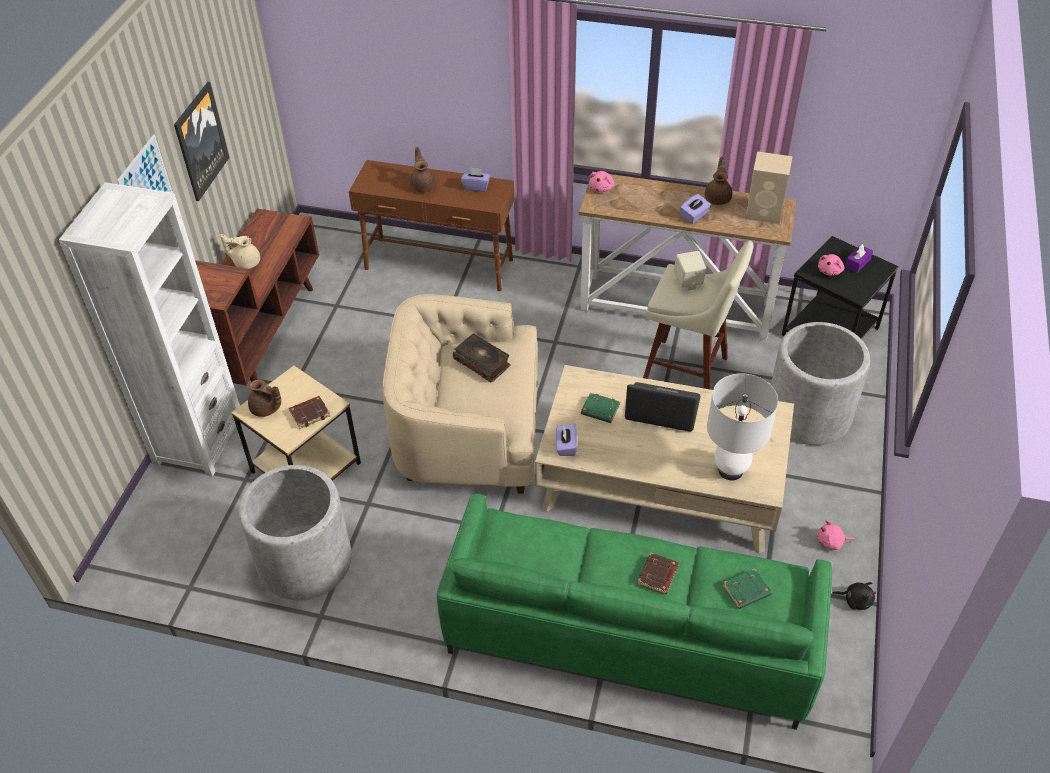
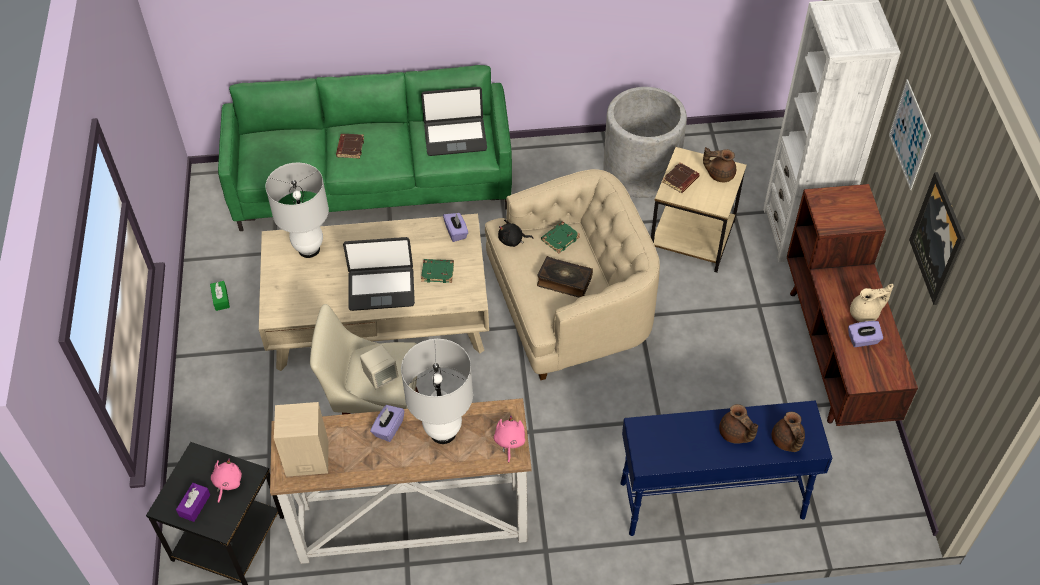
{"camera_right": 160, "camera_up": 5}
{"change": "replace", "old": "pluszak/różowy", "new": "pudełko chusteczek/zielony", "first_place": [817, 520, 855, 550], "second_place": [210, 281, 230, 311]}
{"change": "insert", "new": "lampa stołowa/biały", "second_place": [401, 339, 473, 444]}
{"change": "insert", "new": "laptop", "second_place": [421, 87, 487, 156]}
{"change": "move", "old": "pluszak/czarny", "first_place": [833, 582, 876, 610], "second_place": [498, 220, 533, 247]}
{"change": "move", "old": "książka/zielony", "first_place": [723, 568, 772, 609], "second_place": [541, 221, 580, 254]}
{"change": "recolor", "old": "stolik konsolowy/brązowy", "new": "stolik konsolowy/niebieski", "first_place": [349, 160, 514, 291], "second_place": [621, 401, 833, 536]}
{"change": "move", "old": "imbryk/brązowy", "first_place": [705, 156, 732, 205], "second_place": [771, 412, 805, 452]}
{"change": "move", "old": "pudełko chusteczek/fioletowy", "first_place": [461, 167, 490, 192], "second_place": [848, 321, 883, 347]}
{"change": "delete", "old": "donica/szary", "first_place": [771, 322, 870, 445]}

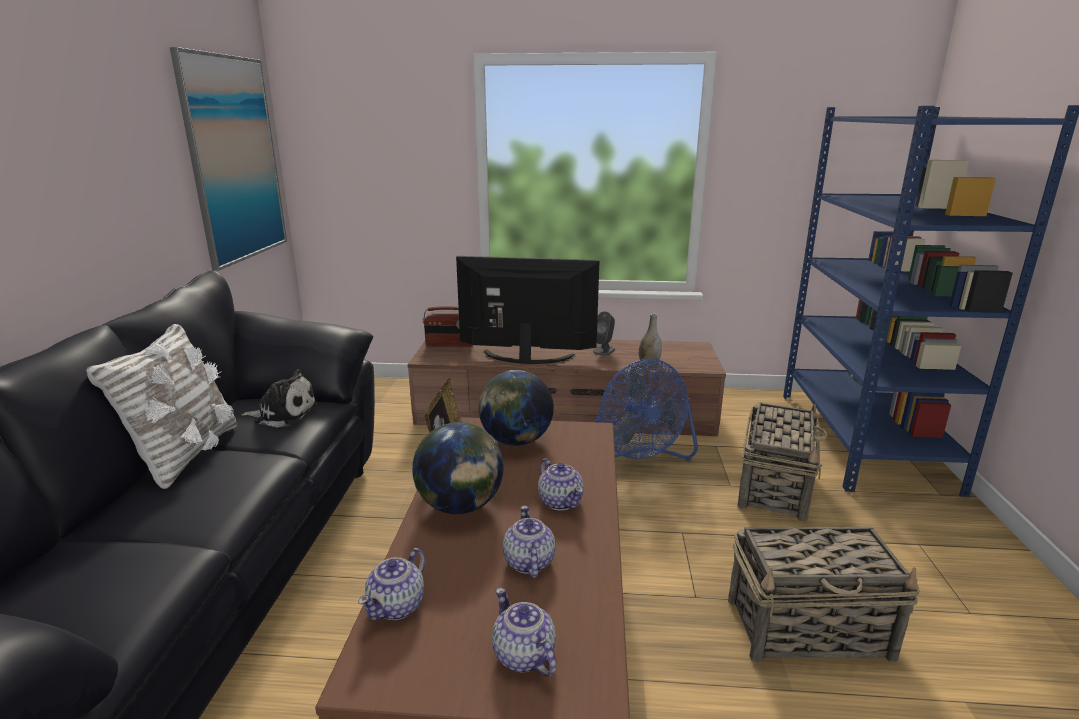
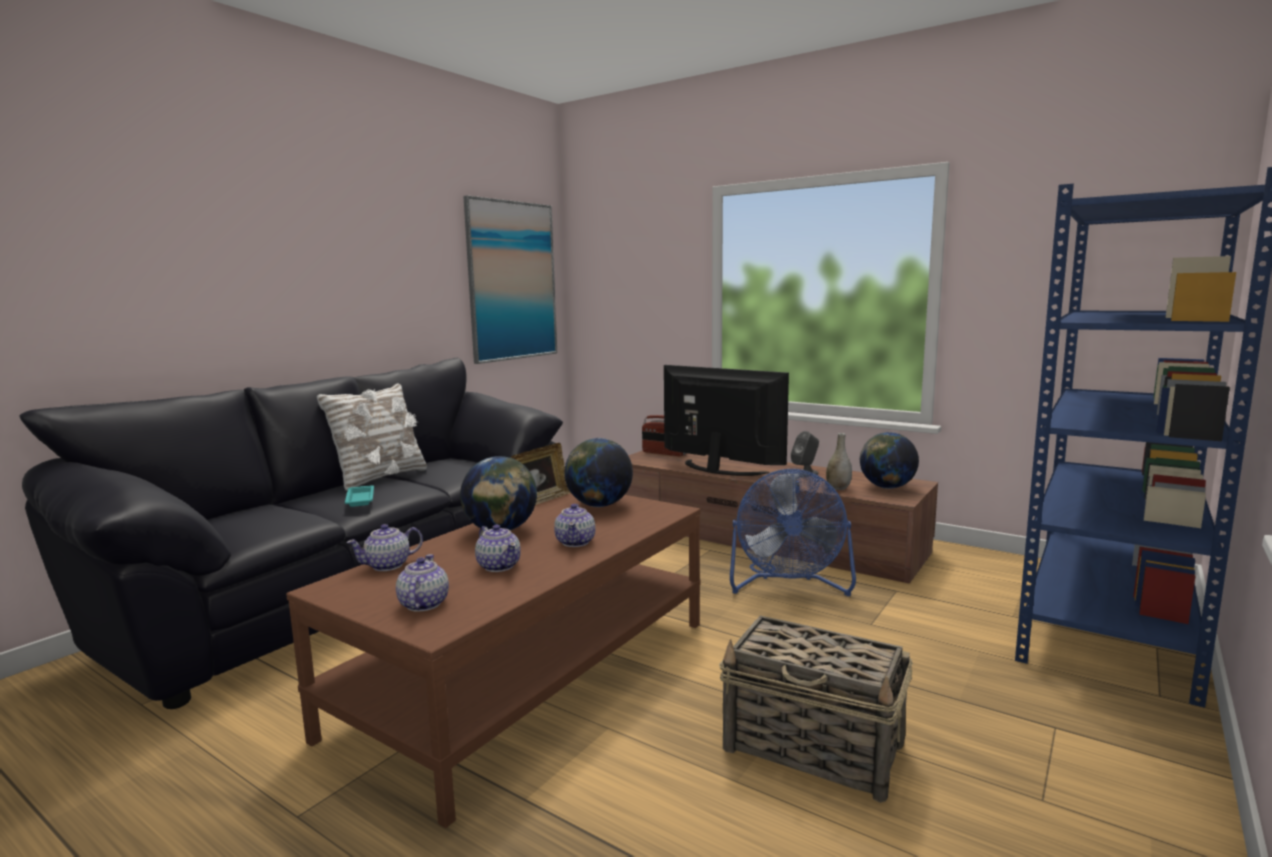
{"camera_right": 30, "camera_up": -10}
{"change": "insert", "new": "taca/turkusowy", "second_place": [345, 485, 374, 507]}
{"change": "rotate", "old": "imbryk", "first_place": [503, 506, 555, 578], "second_place": [475, 525, 521, 572], "degrees": 120}
{"change": "insert", "new": "globus", "second_place": [860, 432, 919, 489]}
{"change": "delete", "old": "pluszak", "first_place": [241, 369, 318, 428]}
{"change": "delete", "old": "koszyk", "first_place": [737, 402, 828, 522]}

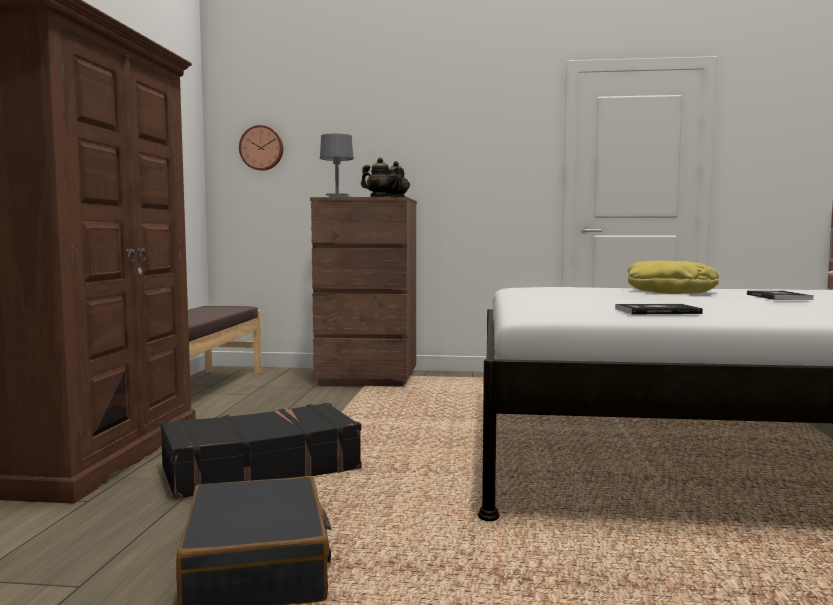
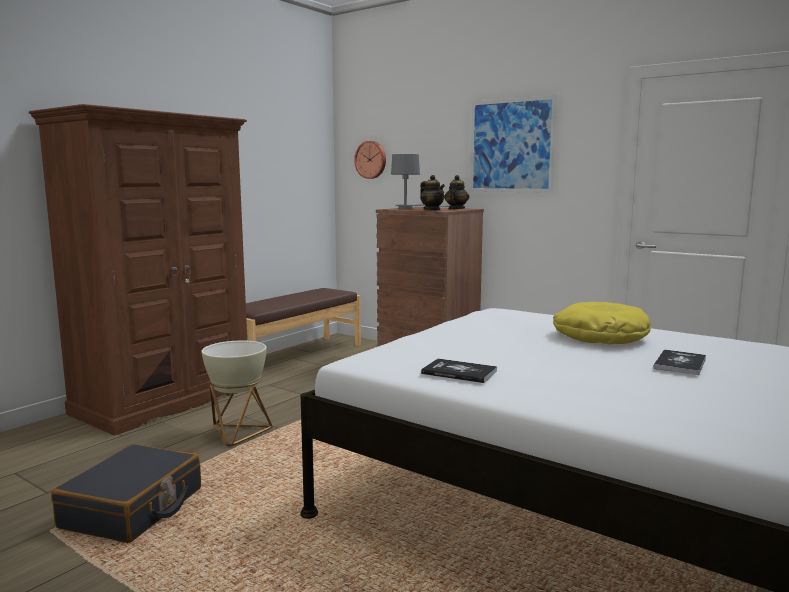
{"camera_right": 30, "camera_up": 5}
{"change": "replace", "old": "walizka/czarny", "new": "donica", "first_place": [161, 403, 362, 499], "second_place": [202, 340, 273, 446]}
{"change": "insert", "new": "obraz", "second_place": [470, 95, 557, 193]}

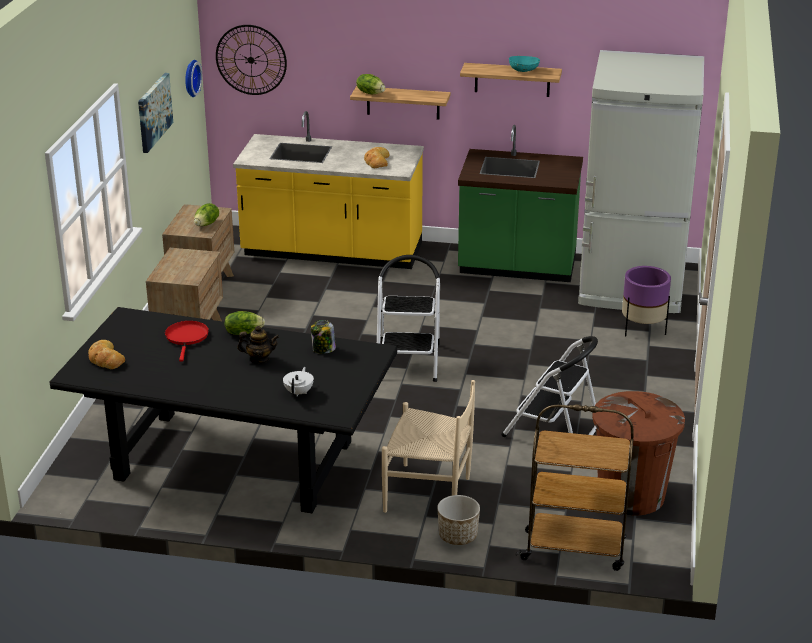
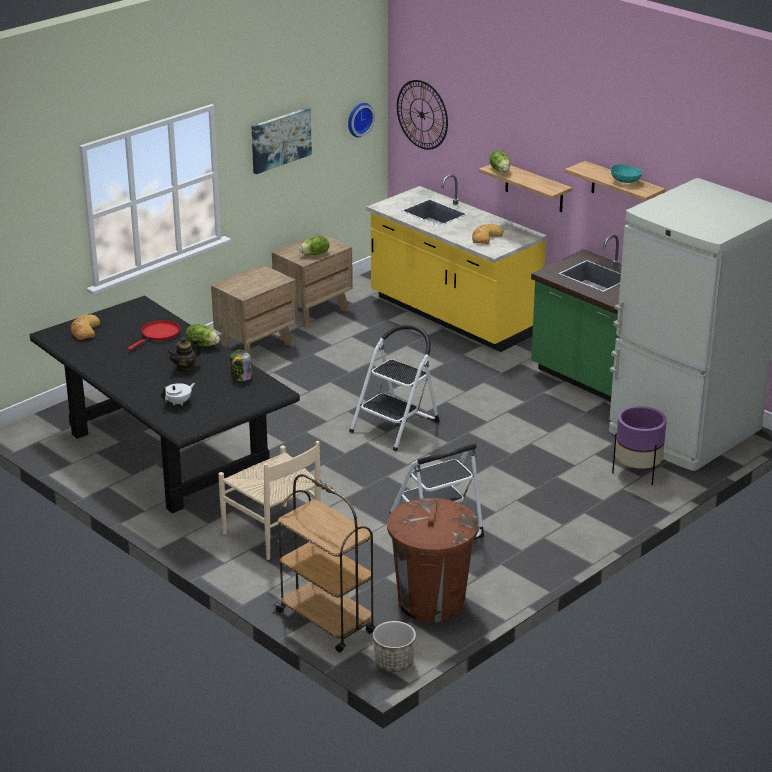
{"camera_right": 35, "camera_up": 0}
{"change": "rotate", "old": "imbryk", "first_place": [237, 326, 279, 364], "second_place": [167, 337, 201, 373], "degrees": 105}
{"change": "move", "old": "donica", "first_place": [437, 495, 480, 545], "second_place": [373, 621, 416, 672]}

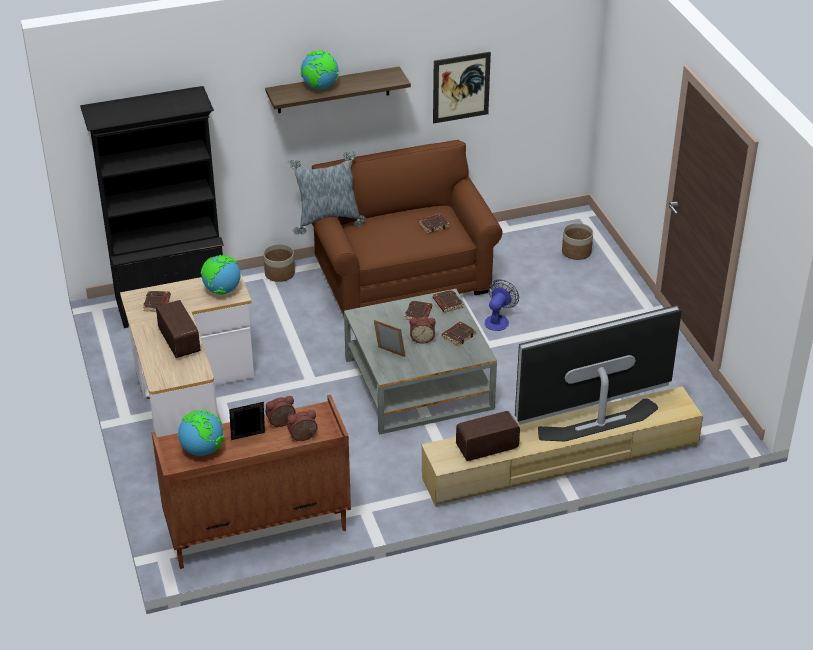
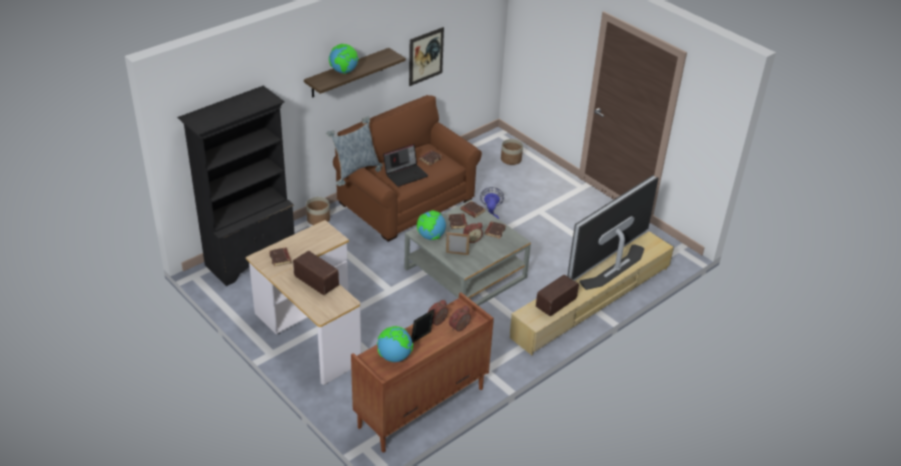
{"camera_right": -25, "camera_up": 0}
{"change": "insert", "new": "laptop", "second_place": [383, 144, 428, 187]}
{"change": "move", "old": "globus", "first_place": [201, 255, 241, 295], "second_place": [417, 211, 446, 240]}

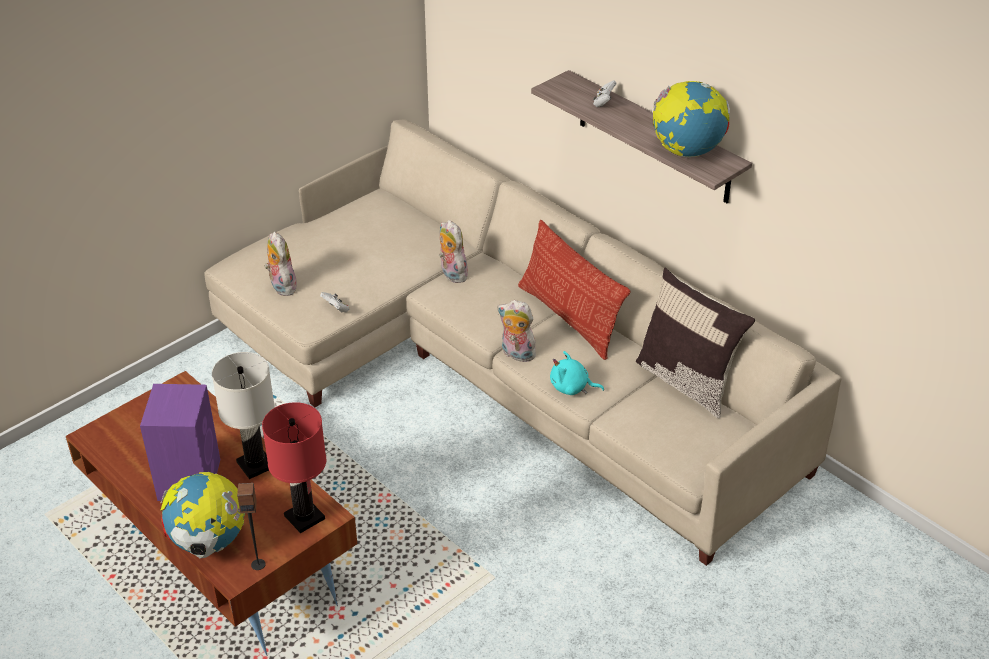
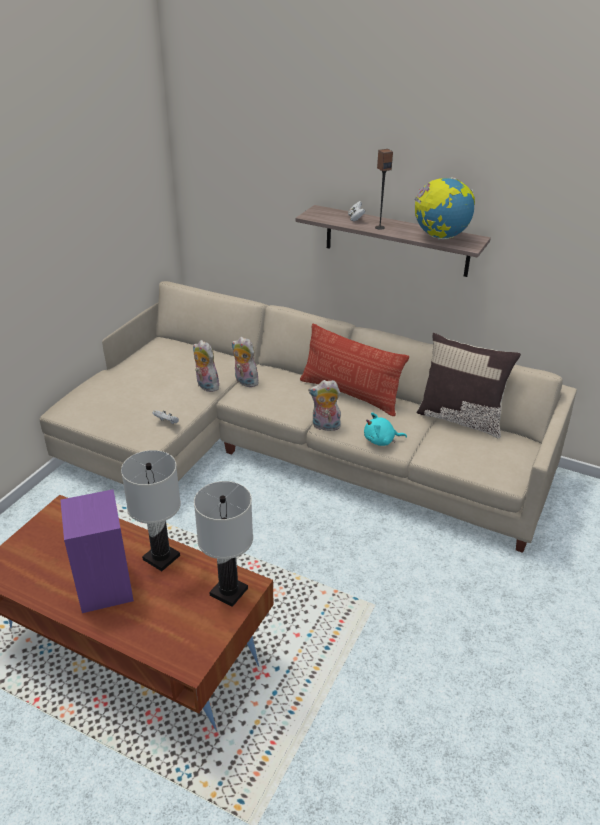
{"camera_right": -20, "camera_up": -5}
{"change": "move", "old": "pluszak", "first_place": [264, 232, 297, 296], "second_place": [193, 340, 220, 392]}
{"change": "recolor", "old": "lampa stołowa/czerwony", "new": "lampa stołowa/biały", "first_place": [262, 402, 326, 533], "second_place": [194, 481, 253, 607]}
{"change": "move", "old": "głośnik", "first_place": [237, 483, 266, 570], "second_place": [375, 149, 393, 230]}
{"change": "delete", "old": "globus", "first_place": [160, 472, 245, 559]}

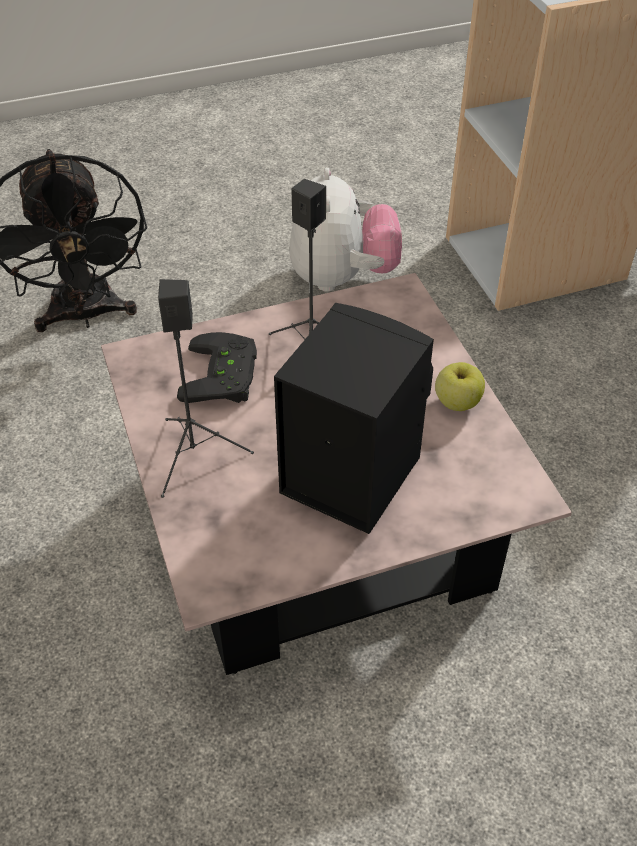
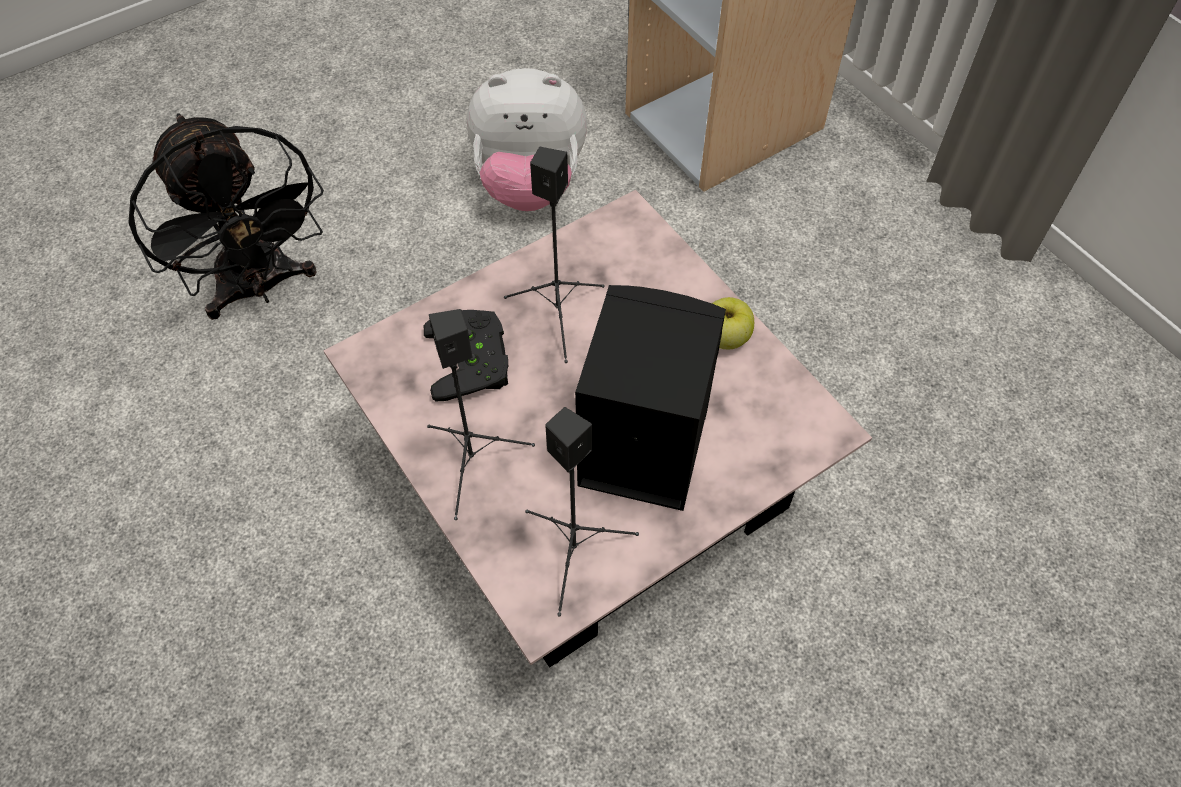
{"camera_right": -15, "camera_up": 10}
{"change": "rotate", "old": "pluszak", "first_place": [289, 168, 402, 292], "second_place": [467, 68, 587, 211], "degrees": 105}
{"change": "insert", "new": "głośnik/czarny", "second_place": [525, 407, 639, 616]}

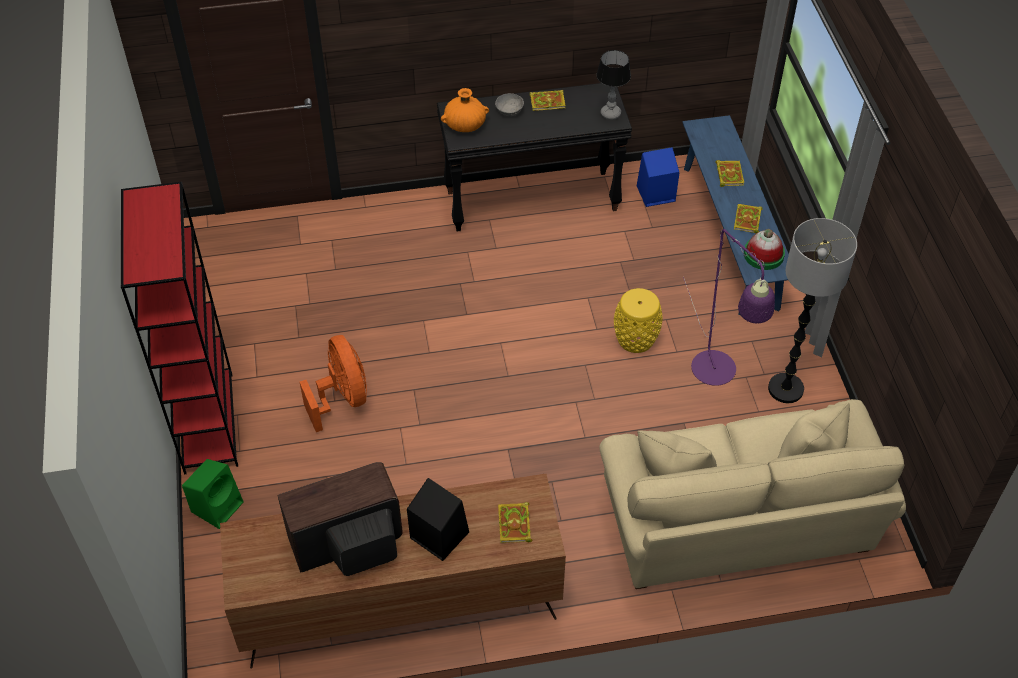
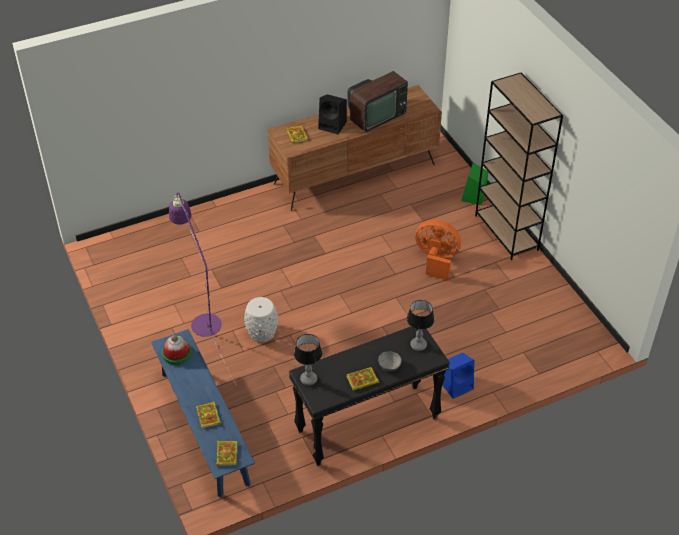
{"camera_right": 165, "camera_up": -5}
{"change": "move", "old": "książka", "first_place": [734, 204, 763, 234], "second_place": [216, 441, 237, 466]}
{"change": "recolor", "old": "stołek/żółty", "new": "stołek/biały", "first_place": [614, 288, 663, 353], "second_place": [244, 297, 278, 342]}
{"change": "replace", "old": "wazon/pomarańczowy", "new": "lampa stołowa", "first_place": [441, 88, 489, 132], "second_place": [407, 300, 434, 351]}
{"change": "rotate", "old": "wentylator/pomarańczowy", "first_place": [300, 335, 367, 432], "second_place": [415, 220, 461, 281], "degrees": 150}
{"change": "move", "old": "głośnik/niebieski", "first_place": [637, 147, 679, 207], "second_place": [442, 352, 474, 399]}
{"change": "recolor", "old": "regał/czerwony", "new": "regał/beżowy", "first_place": [121, 182, 238, 474], "second_place": [475, 73, 563, 260]}
{"change": "delete", "old": "kanapa/beżowy", "first_place": [599, 399, 906, 589]}
{"change": "delete", "old": "lampa stojąca", "first_place": [768, 218, 857, 403]}

